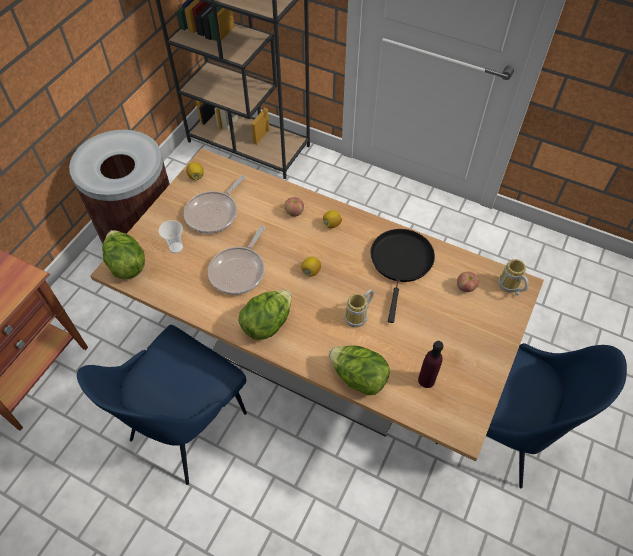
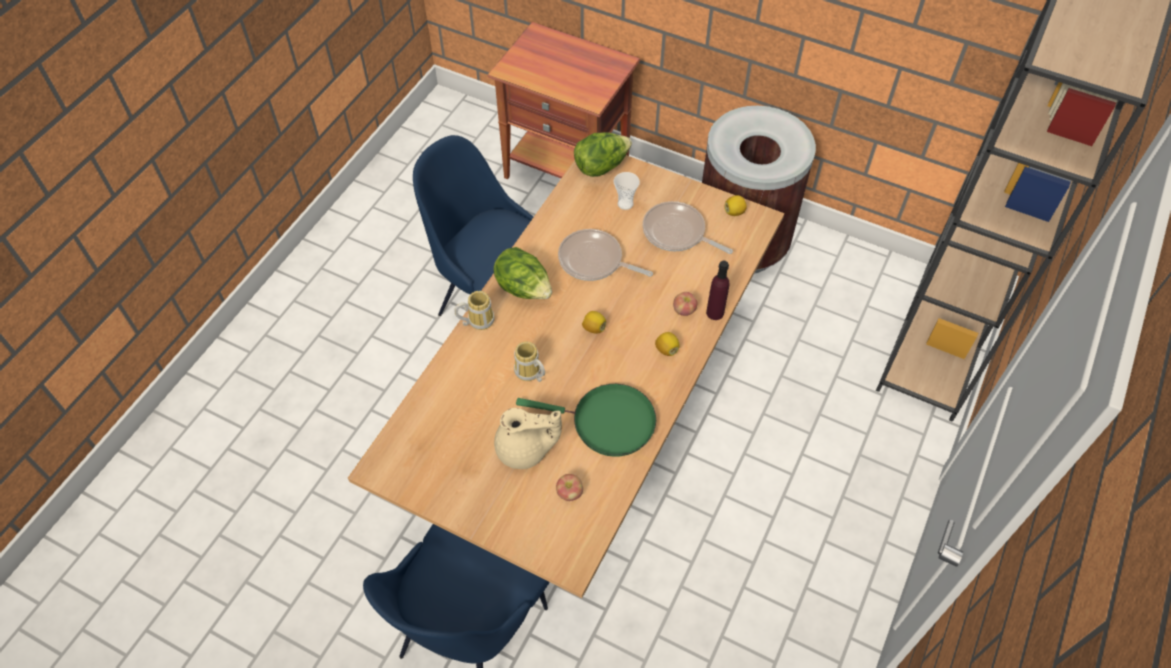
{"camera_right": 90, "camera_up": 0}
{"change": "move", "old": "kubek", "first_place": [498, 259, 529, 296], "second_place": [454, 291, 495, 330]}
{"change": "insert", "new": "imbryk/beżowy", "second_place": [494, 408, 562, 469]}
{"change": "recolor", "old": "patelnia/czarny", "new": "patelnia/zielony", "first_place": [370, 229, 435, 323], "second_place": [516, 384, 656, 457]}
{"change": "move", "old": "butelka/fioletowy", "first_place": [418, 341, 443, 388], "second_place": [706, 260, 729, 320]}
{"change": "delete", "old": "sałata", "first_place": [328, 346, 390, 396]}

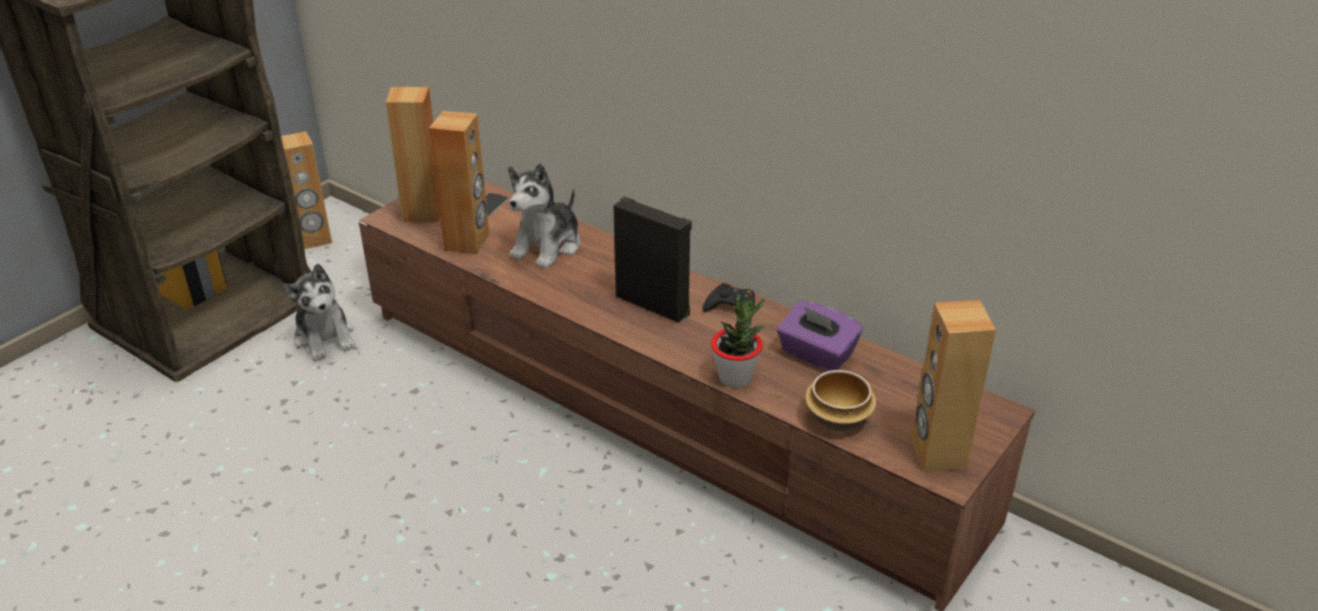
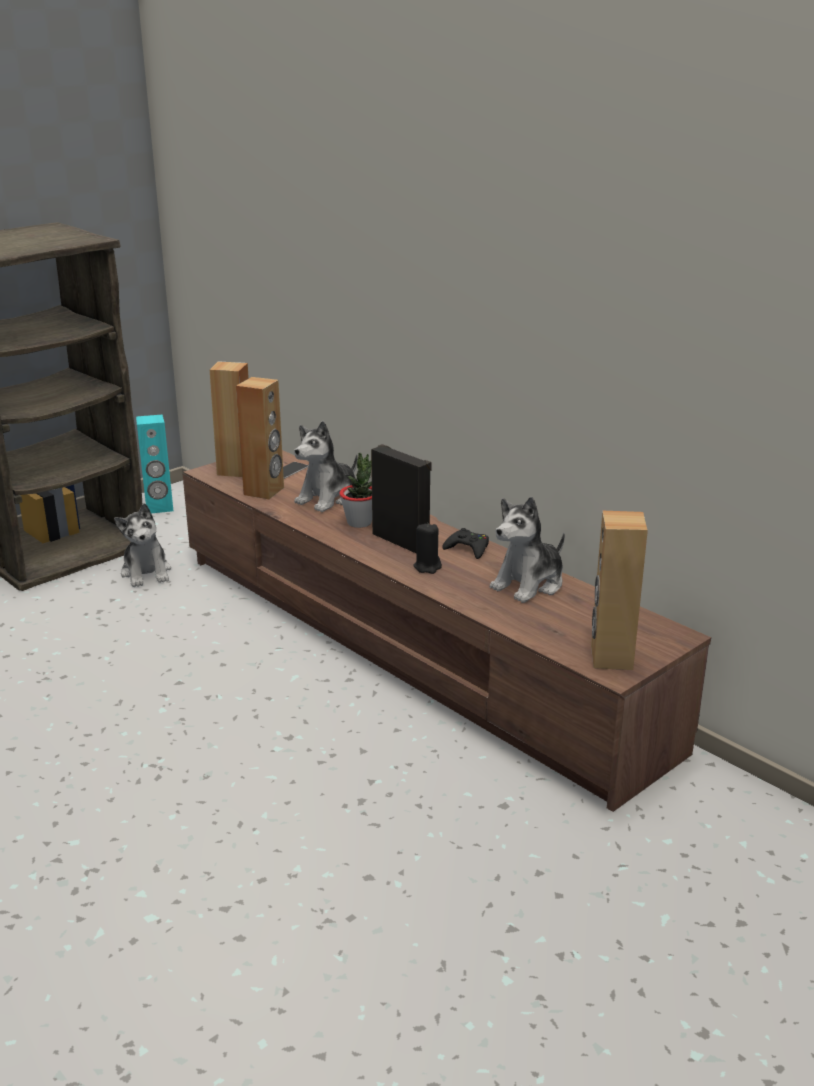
{"camera_right": 10, "camera_up": -10}
{"change": "recolor", "old": "głośnik/brązowy", "new": "głośnik/turkusowy", "first_place": [281, 131, 332, 249], "second_place": [136, 415, 173, 513]}
{"change": "move", "old": "roślina doniczkowa", "first_place": [711, 294, 765, 388], "second_place": [339, 453, 372, 528]}
{"change": "insert", "new": "świeca/czarny", "second_place": [414, 523, 442, 574]}
{"change": "replace", "old": "pudełko chusteczek/fioletowy", "new": "pluszak", "first_place": [777, 301, 863, 371], "second_place": [490, 497, 565, 603]}
{"change": "delete", "old": "miska", "first_place": [805, 370, 876, 432]}

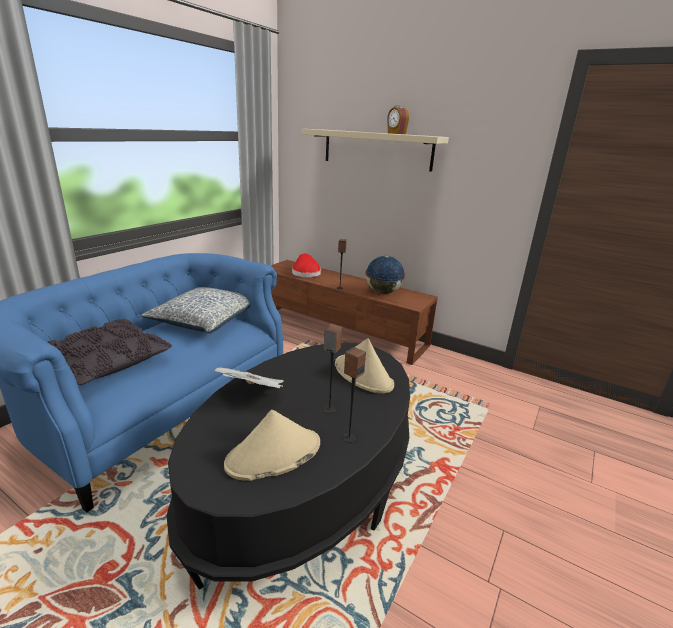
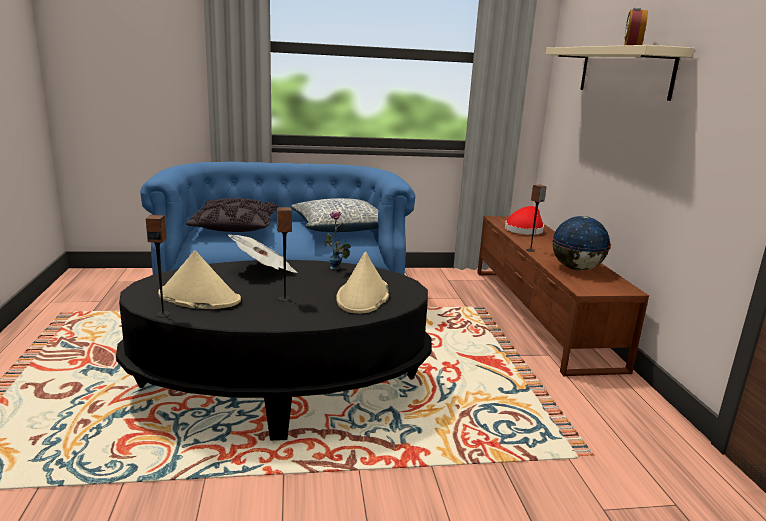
{"camera_right": 50, "camera_up": -5}
{"change": "move", "old": "głośnik", "first_place": [343, 347, 366, 442], "second_place": [146, 215, 170, 317]}
{"change": "insert", "new": "wazon", "second_place": [325, 211, 351, 270]}

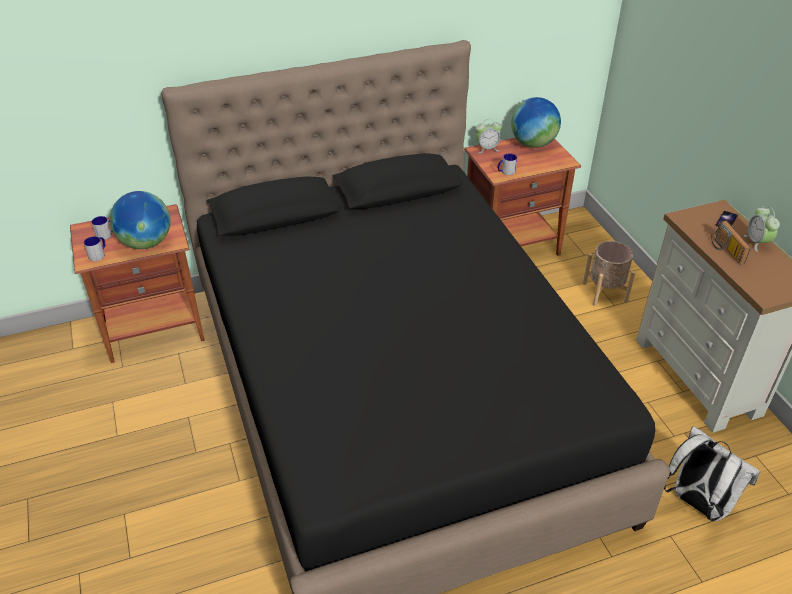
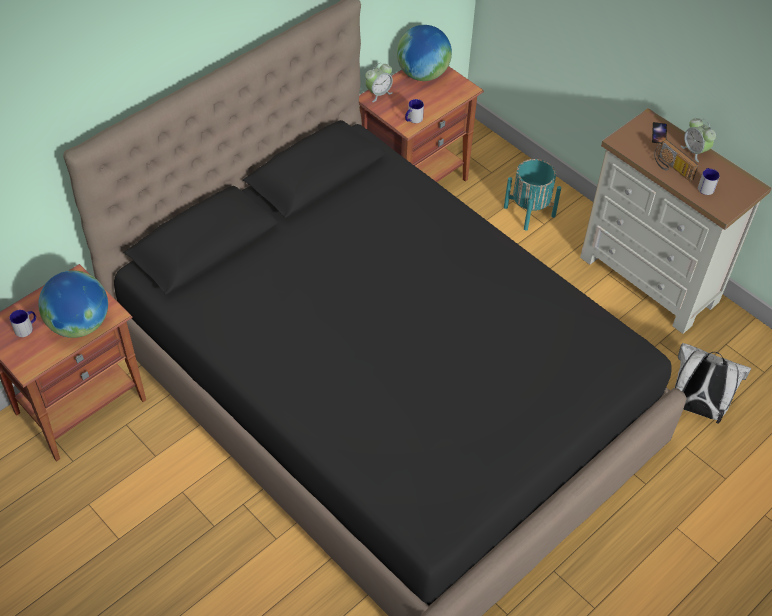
{"camera_right": -25, "camera_up": 10}
{"change": "recolor", "old": "donica/beżowy", "new": "donica/turkusowy", "first_place": [583, 241, 635, 306], "second_place": [504, 159, 561, 231]}
{"change": "move", "old": "kubek", "first_place": [84, 236, 105, 261], "second_place": [698, 168, 720, 195]}

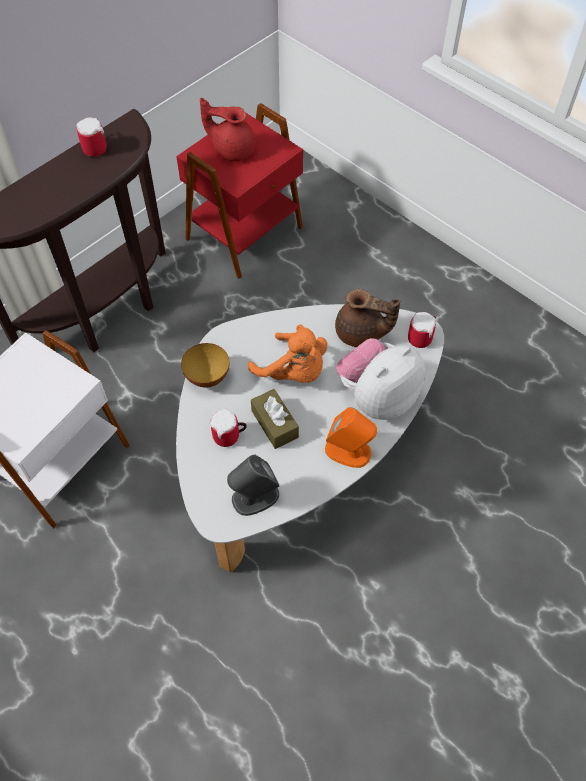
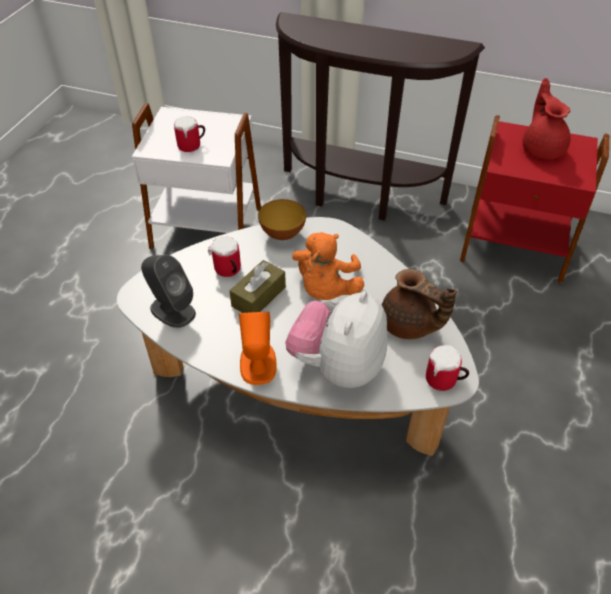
{"camera_right": 65, "camera_up": -10}
{"change": "move", "old": "kubek", "first_place": [76, 117, 107, 157], "second_place": [174, 116, 205, 152]}
{"change": "rotate", "old": "pluszak", "first_place": [336, 338, 425, 420], "second_place": [285, 291, 387, 388], "degrees": -90}
{"change": "rotate", "old": "imbryk/brązowy", "first_place": [335, 289, 400, 347], "second_place": [382, 269, 457, 339], "degrees": -45}

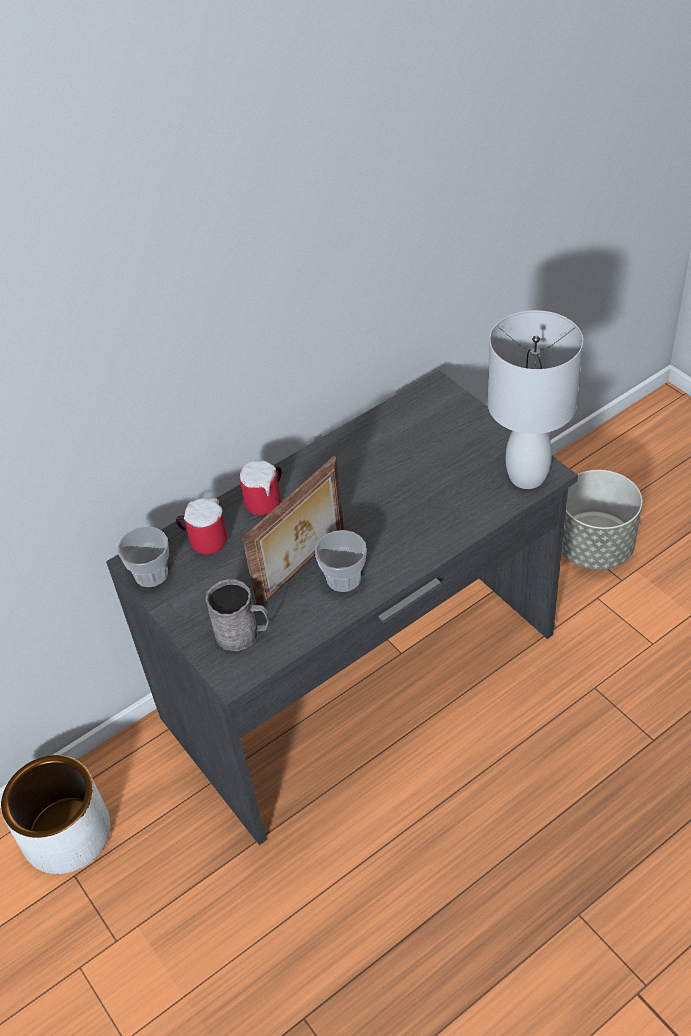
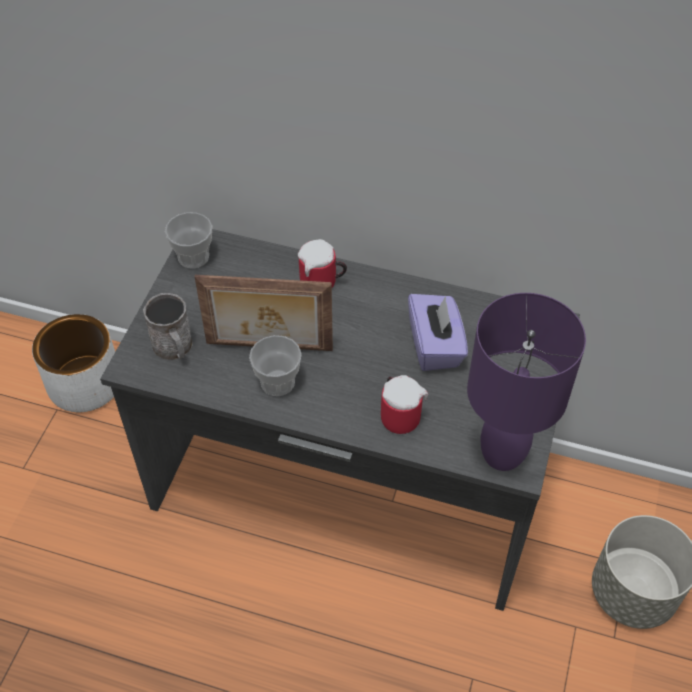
{"camera_right": 50, "camera_up": 5}
{"change": "move", "old": "kubek", "first_place": [176, 498, 227, 555], "second_place": [381, 375, 428, 434]}
{"change": "insert", "new": "pudełko chusteczek/fioletowy", "second_place": [408, 294, 468, 371]}
{"change": "recolor", "old": "lampa stołowa/biały", "new": "lampa stołowa/fioletowy", "first_place": [488, 310, 583, 489], "second_place": [467, 293, 586, 471]}

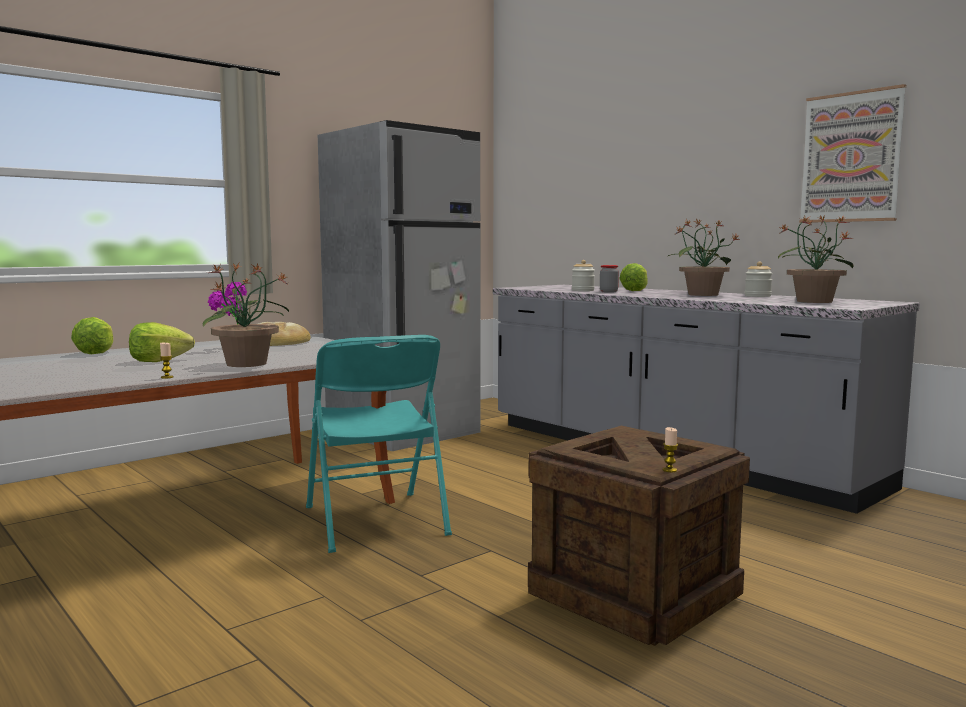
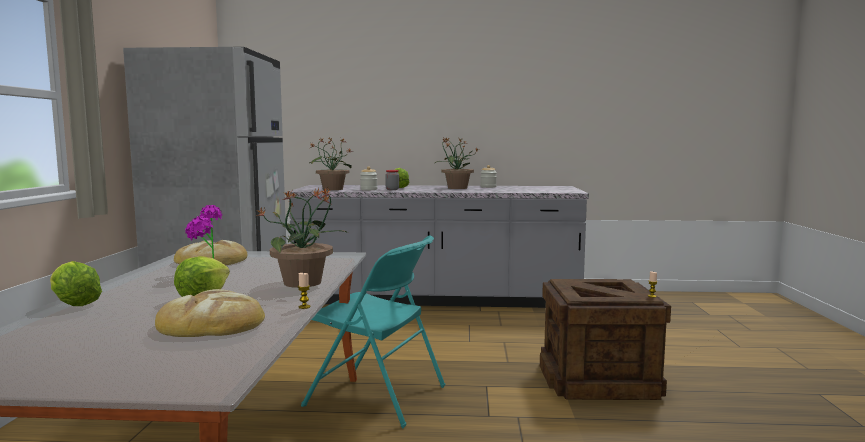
{"camera_right": -45, "camera_up": 0}
{"change": "insert", "new": "chleb", "second_place": [155, 289, 265, 337]}
{"change": "move", "old": "roślina doniczkowa", "first_place": [778, 215, 854, 303], "second_place": [309, 137, 353, 190]}
{"change": "delete", "old": "obraz", "first_place": [799, 84, 906, 223]}

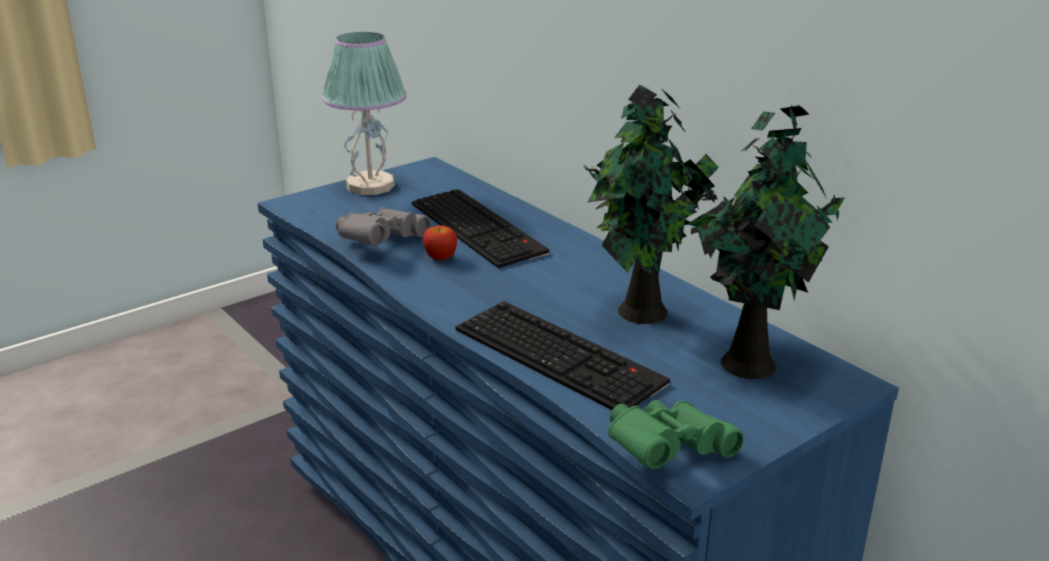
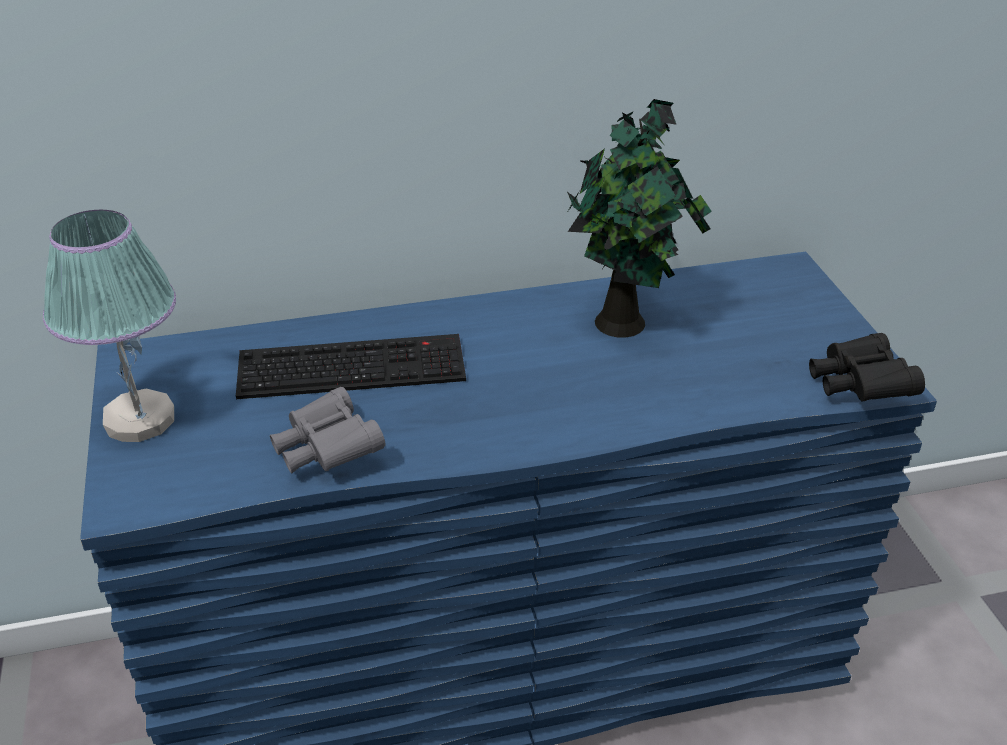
{"camera_right": -65, "camera_up": 10}
{"change": "recolor", "old": "lornetka/zielony", "new": "lornetka/czarny", "first_place": [608, 400, 744, 469], "second_place": [809, 333, 925, 402]}
{"change": "delete", "old": "jabłko", "first_place": [423, 225, 457, 260]}
{"change": "delete", "old": "klawiatura", "first_place": [455, 301, 670, 410]}
{"change": "delete", "old": "roślina doniczkowa", "first_place": [687, 105, 845, 379]}

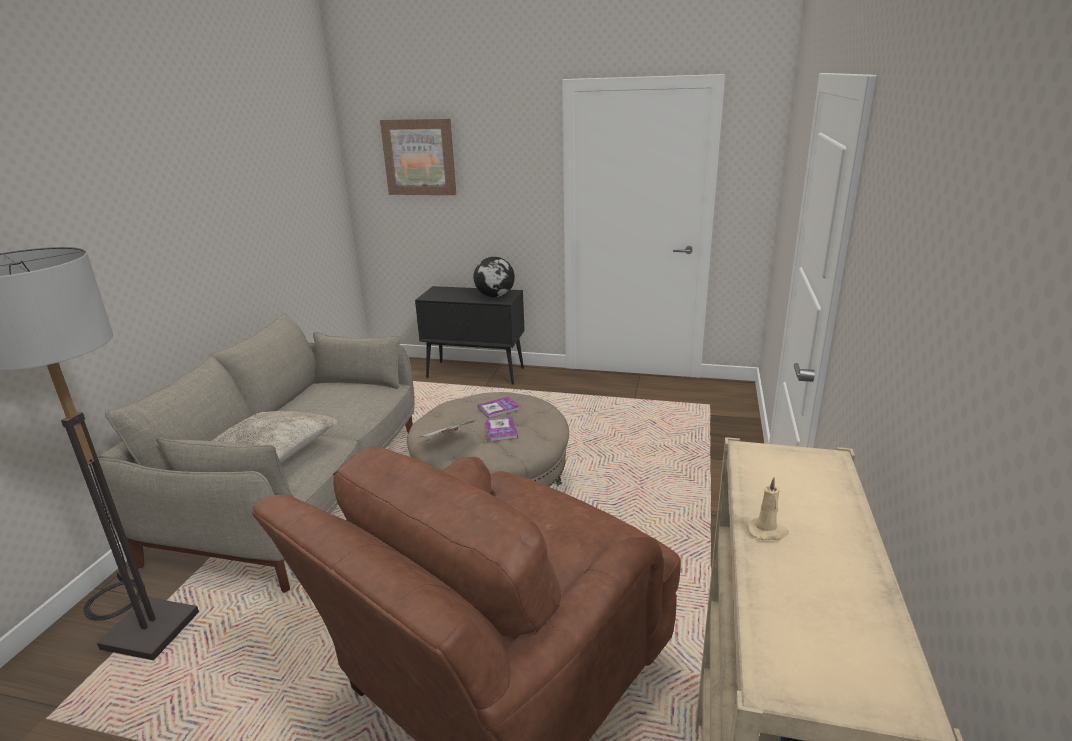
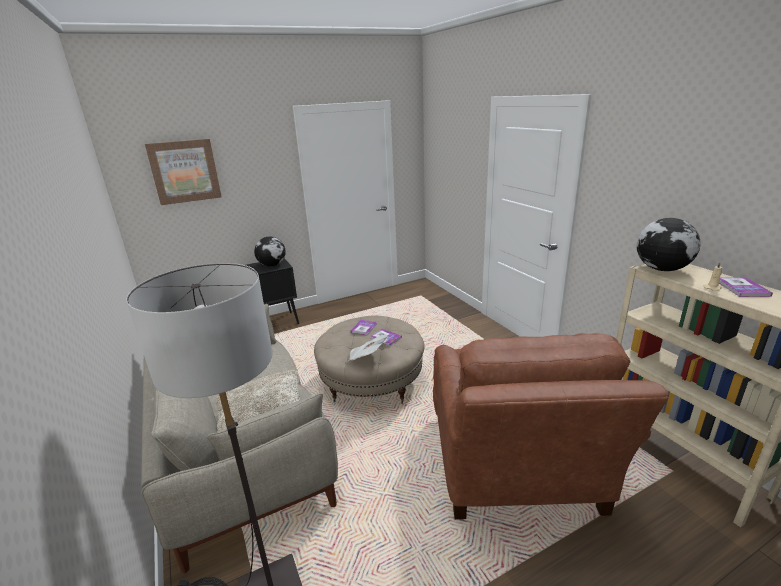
{"camera_right": -40, "camera_up": 0}
{"change": "insert", "new": "globus", "second_place": [636, 218, 701, 271]}
{"change": "insert", "new": "książka", "second_place": [719, 277, 773, 297]}

